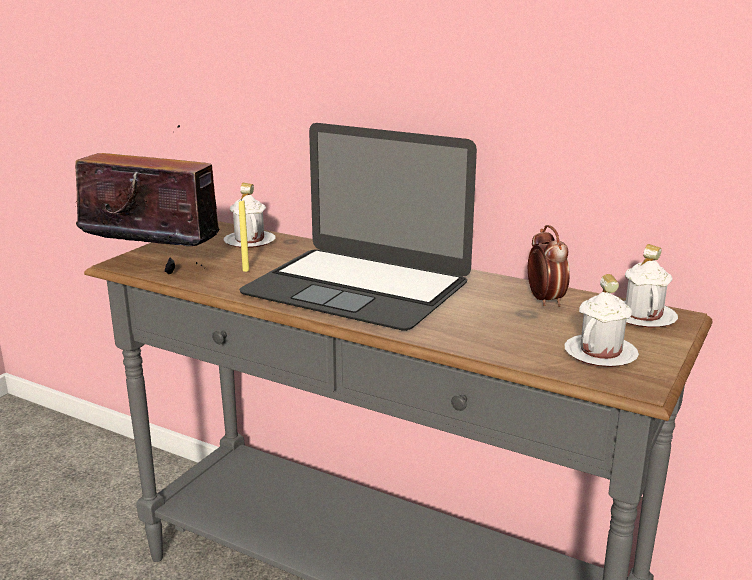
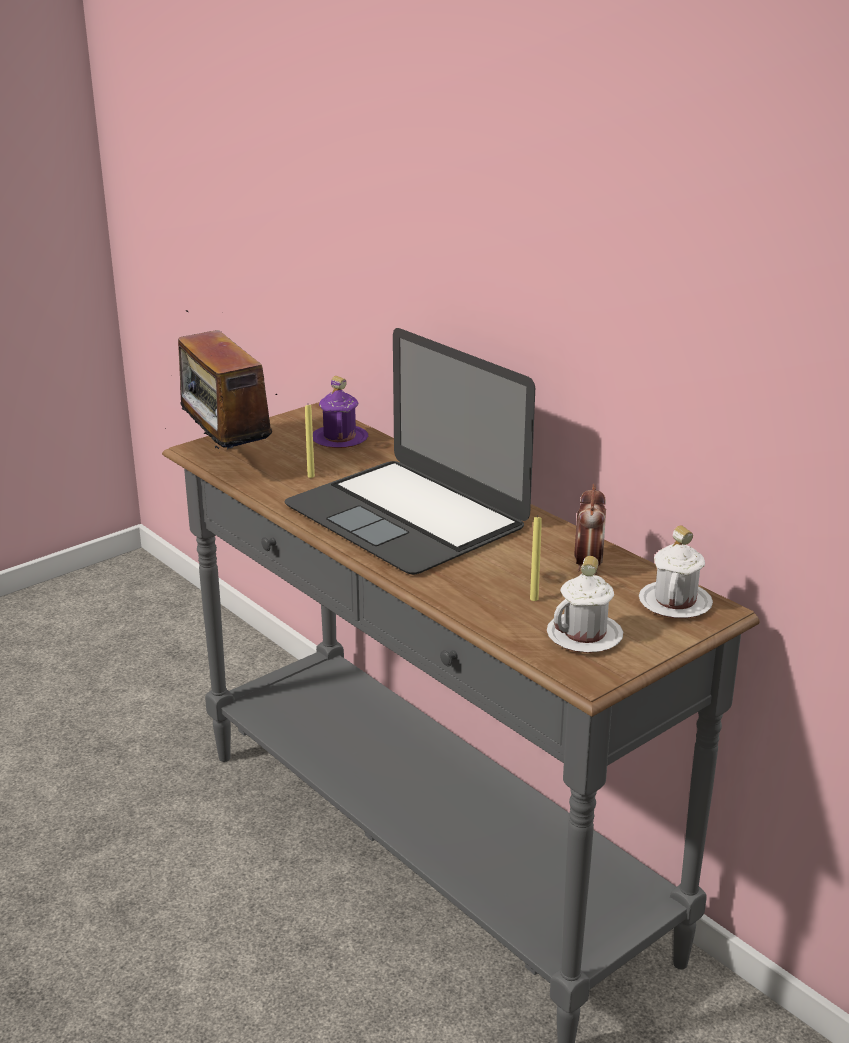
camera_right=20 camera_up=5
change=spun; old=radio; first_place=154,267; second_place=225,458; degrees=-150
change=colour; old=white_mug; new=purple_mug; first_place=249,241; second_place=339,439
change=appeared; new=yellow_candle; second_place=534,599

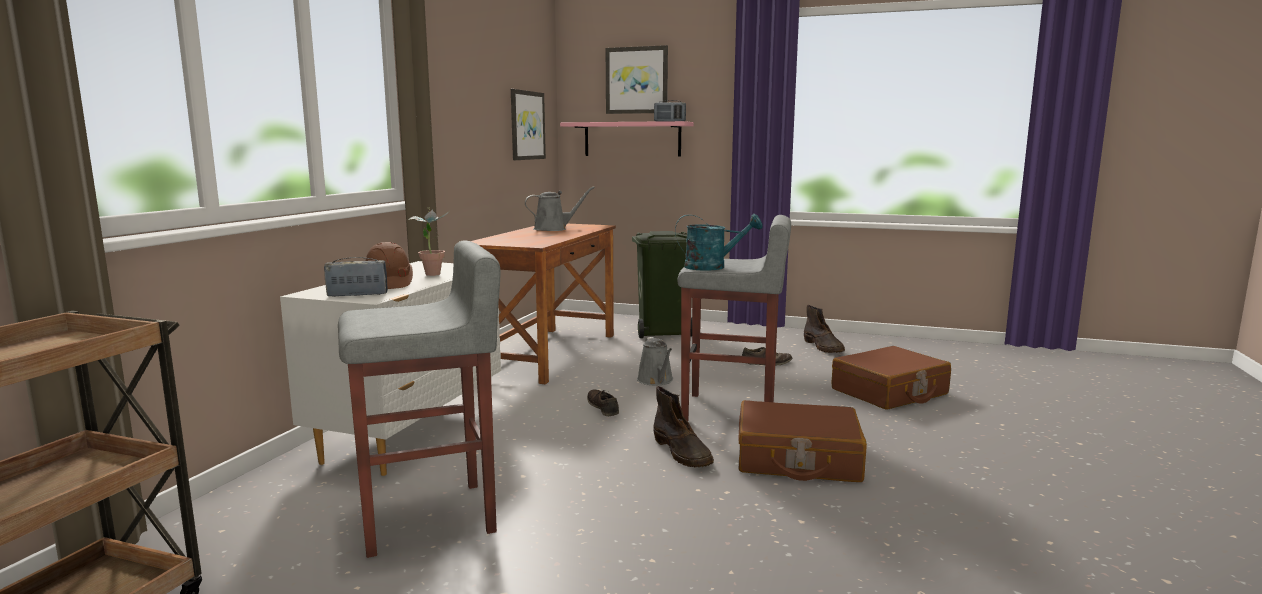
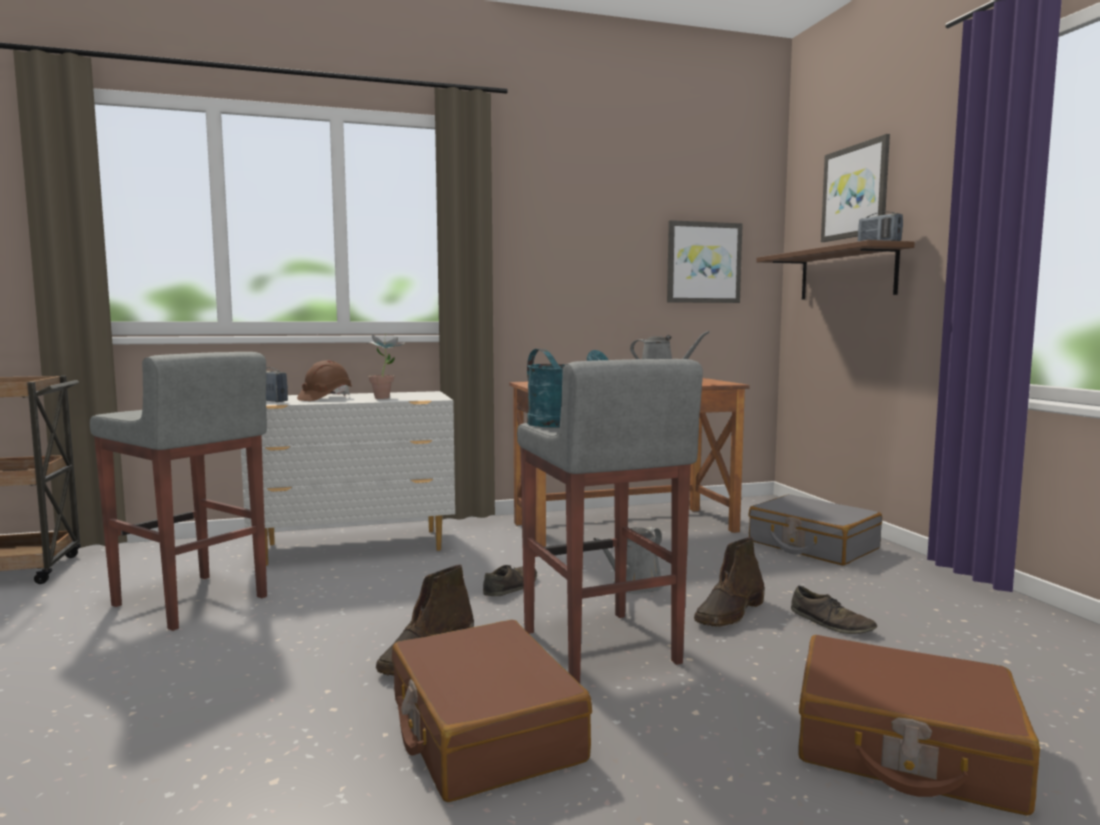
camera_right=55 camera_up=-5
change=relocated; old=brown_boot; first_place=823,347; second_place=730,613
change=exchanged; old=green_trash_can; new=grey_suitcase; first_place=663,332; second_place=812,545
change=colour; old=pink_shelf; new=brown_shelf; first_place=632,139; second_place=847,274

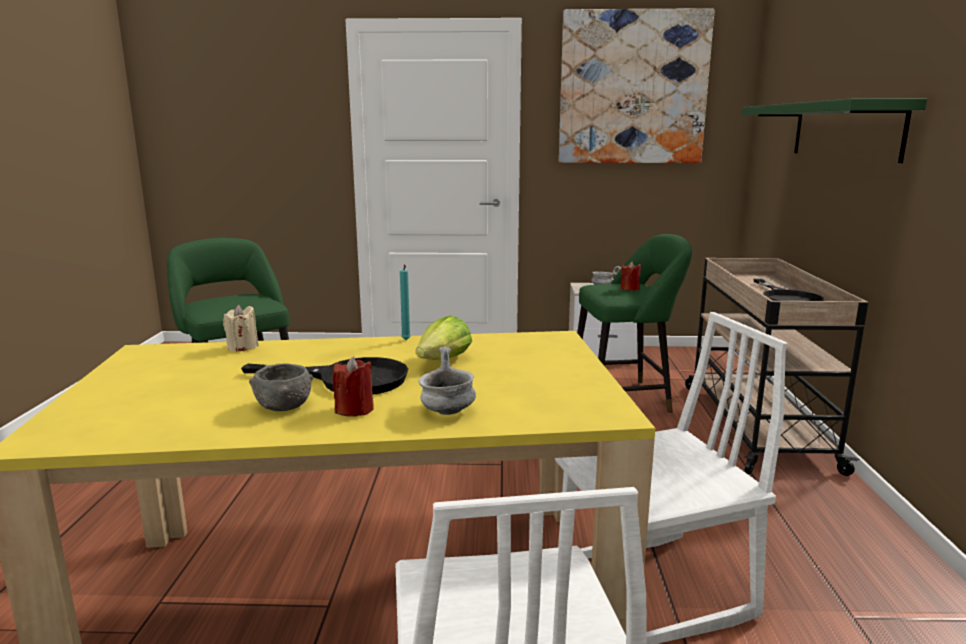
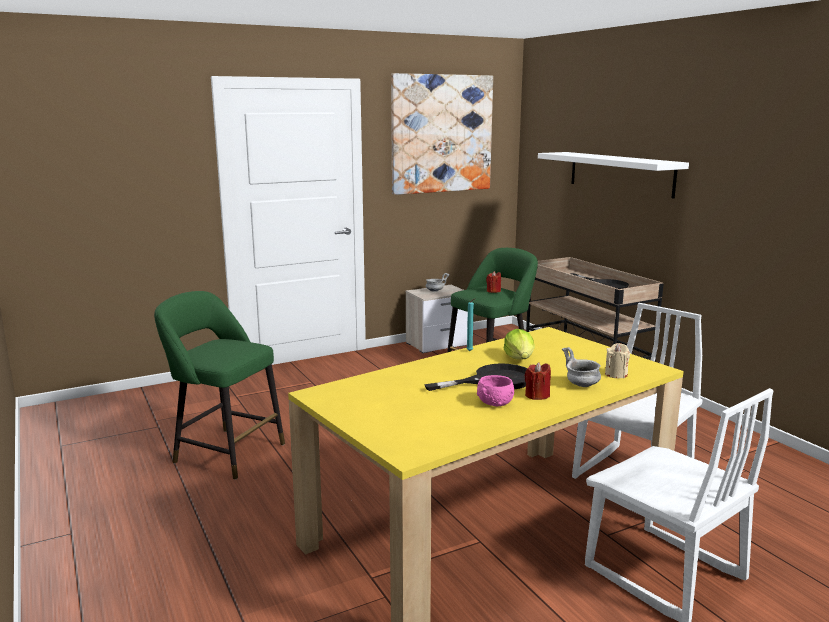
camera_right=-30 camera_up=0
change=colour; old=grey_bowl; new=pink_bowl; first_place=283,405; second_place=495,402
change=colour; old=green_shelf; new=white_shelf; first_place=844,130; second_place=620,173
change=relocated; old=beige_candle; first_place=242,347; second_place=616,374

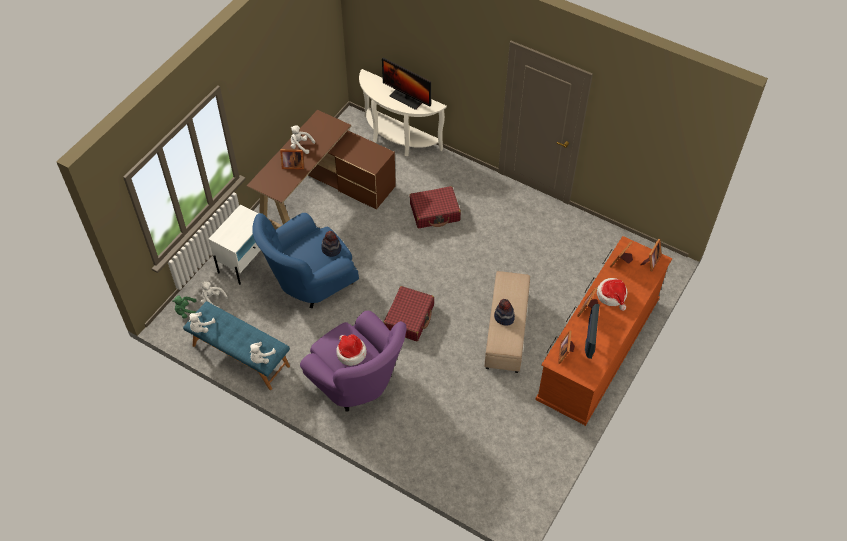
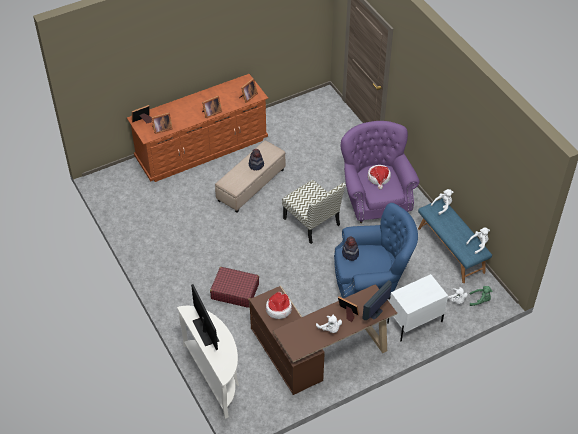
camera_right=-150 camera_up=-5
change=relocated; old=hat; first_place=612,296; second_place=278,308
change=exchanged; old=red_suitcase; new=chair; first_place=409,318; second_place=312,222
change=relocated; old=monitor; first_place=590,345; second_place=375,313

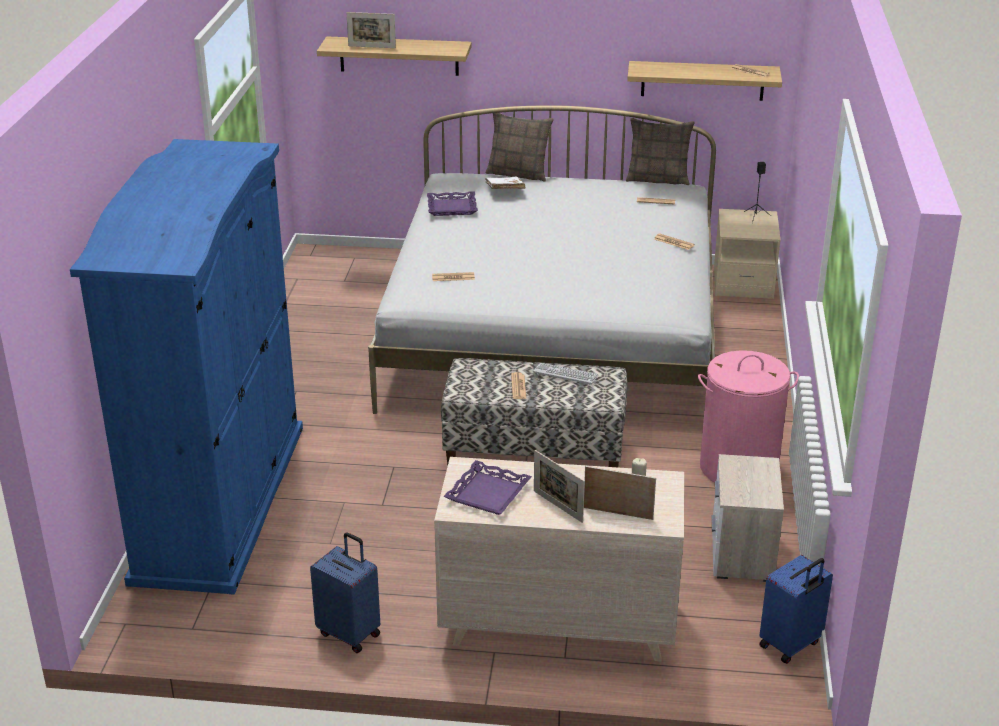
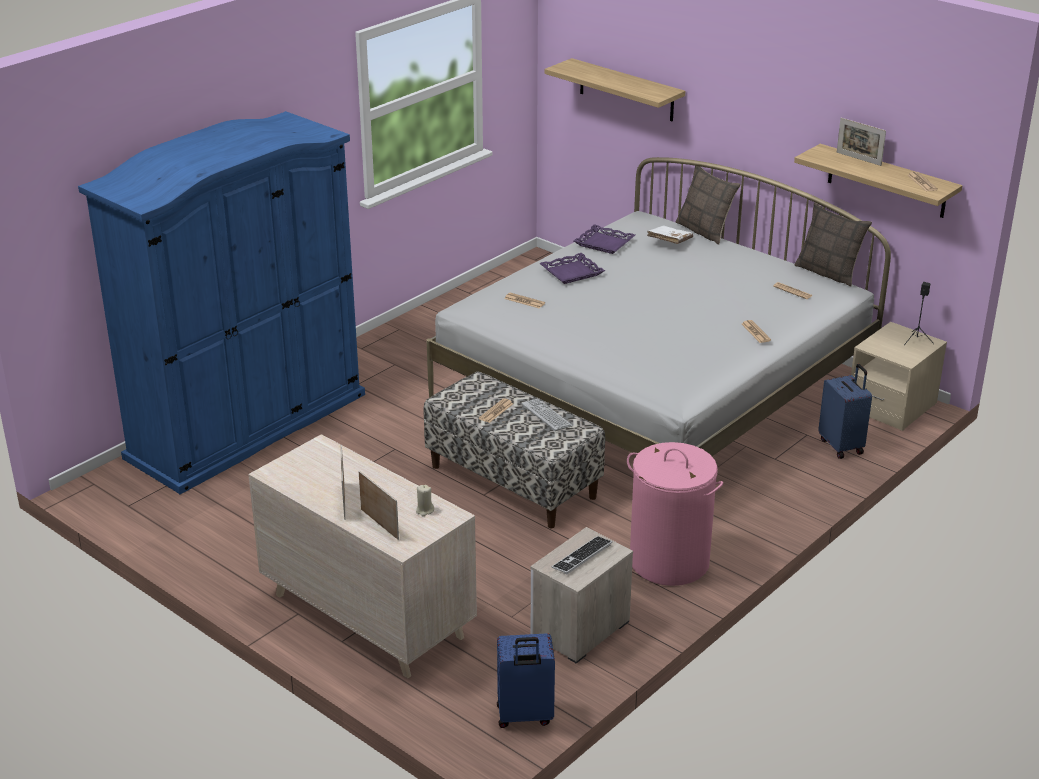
camera_right=35 camera_up=0
change=relocated; old=purple_tray; first_place=488,494; second_place=572,273
change=appeared; new=keyboard; second_place=582,556
change=relocated; old=blue_suitcase; first_place=350,633; second_place=842,446
change=relocated; old=picture_frame; first_place=372,47; second_place=858,159

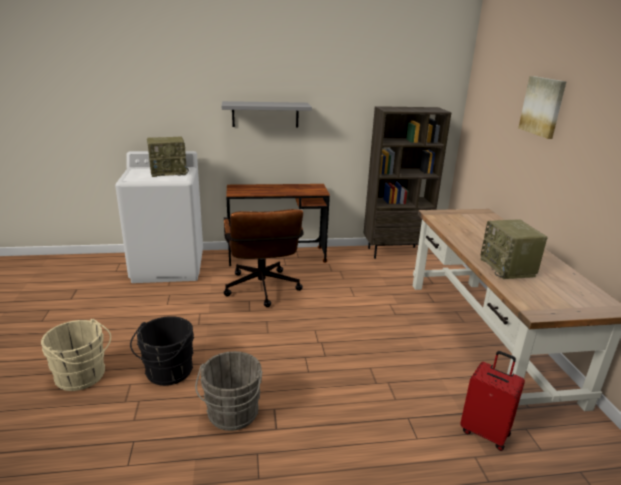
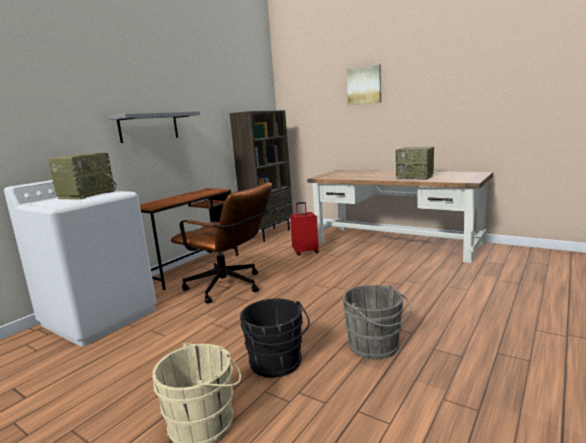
camera_right=-45 camera_up=-10
change=relocated; old=red_suitcase; first_place=485,432; second_place=305,252

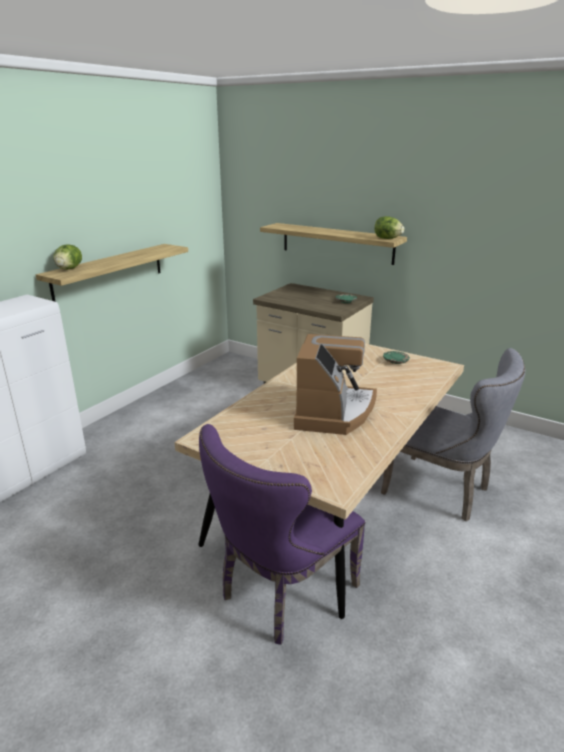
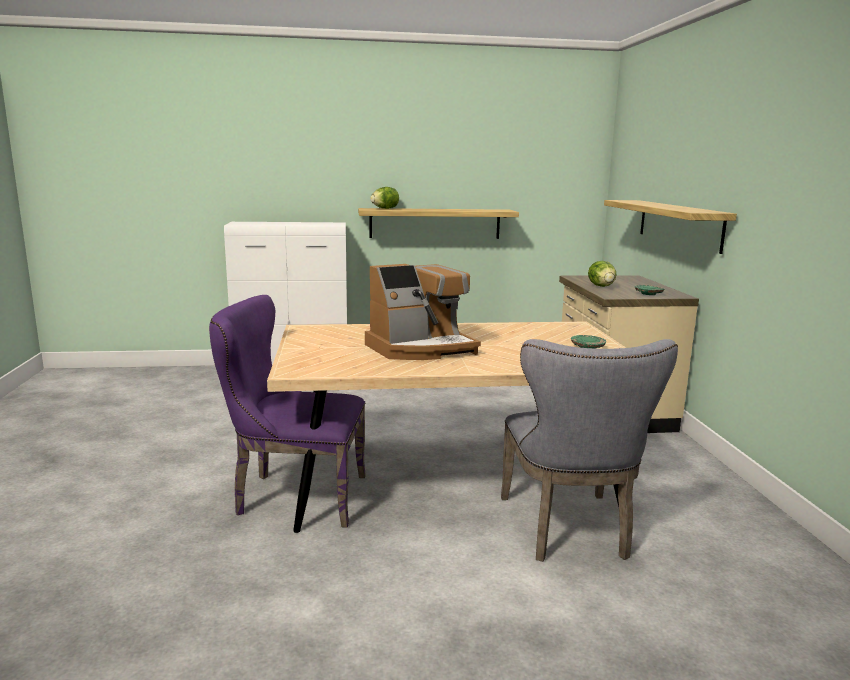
camera_right=50 camera_up=-10
change=relocated; old=lettuce; first_place=387,239; second_place=601,286

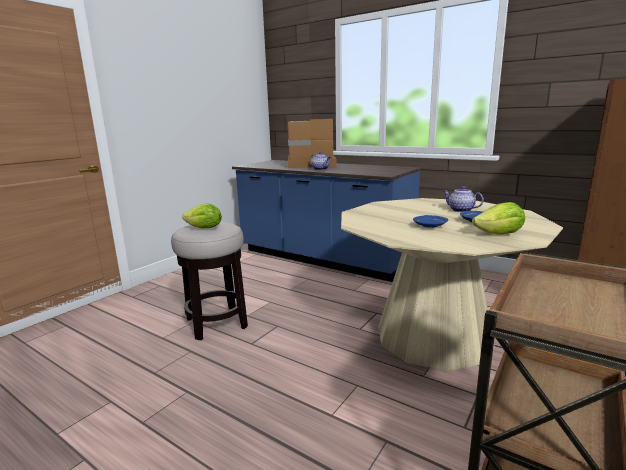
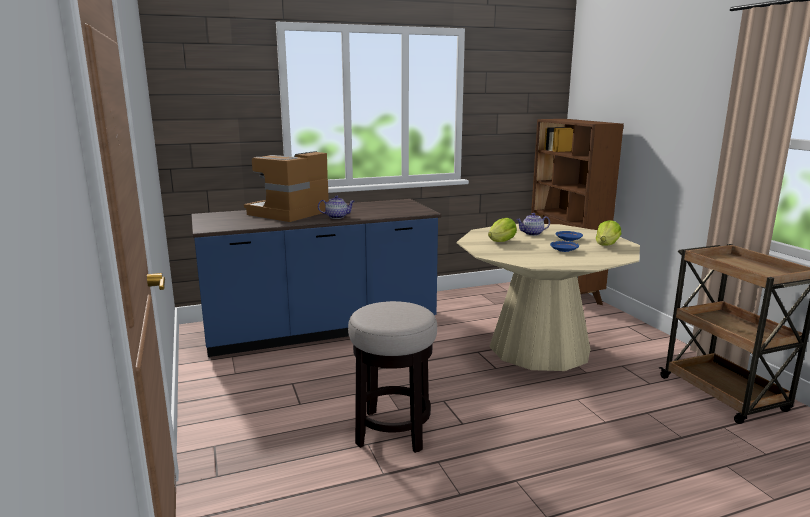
camera_right=-55 camera_up=0
change=relocated; old=lettuce; first_place=204,228; second_place=502,242

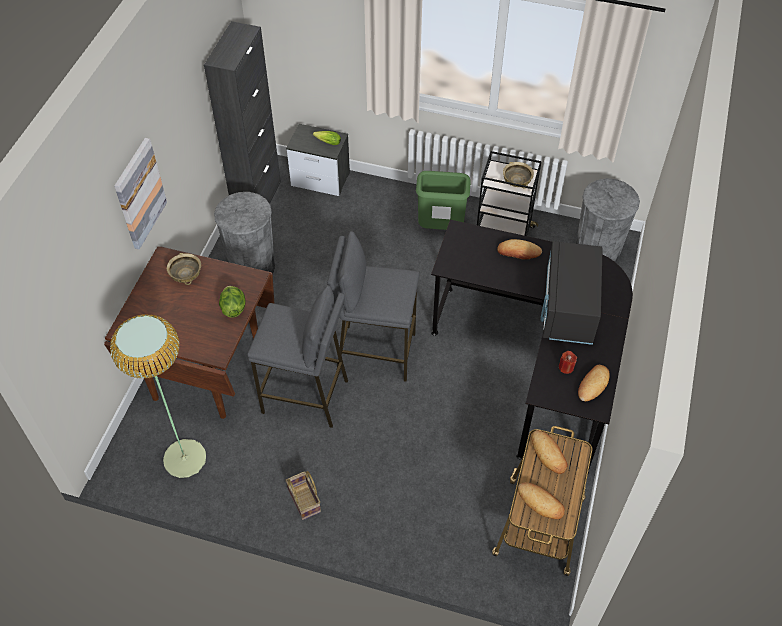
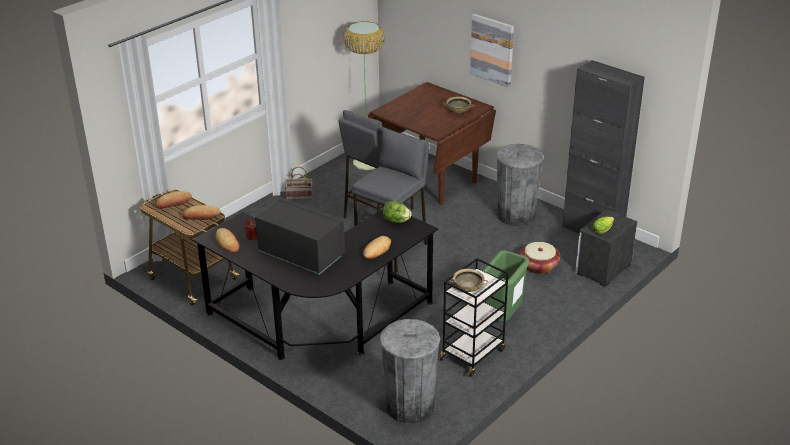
camera_right=115 camera_up=-20
change=relocated; old=lettuce; first_place=233,308; second_place=396,221
change=appeared; new=basket; second_place=539,266

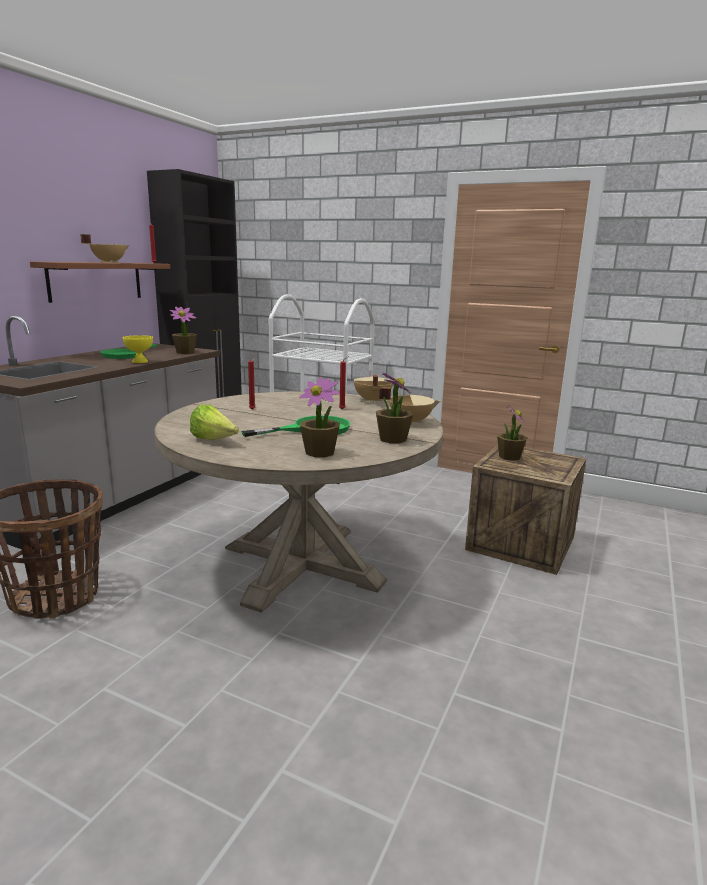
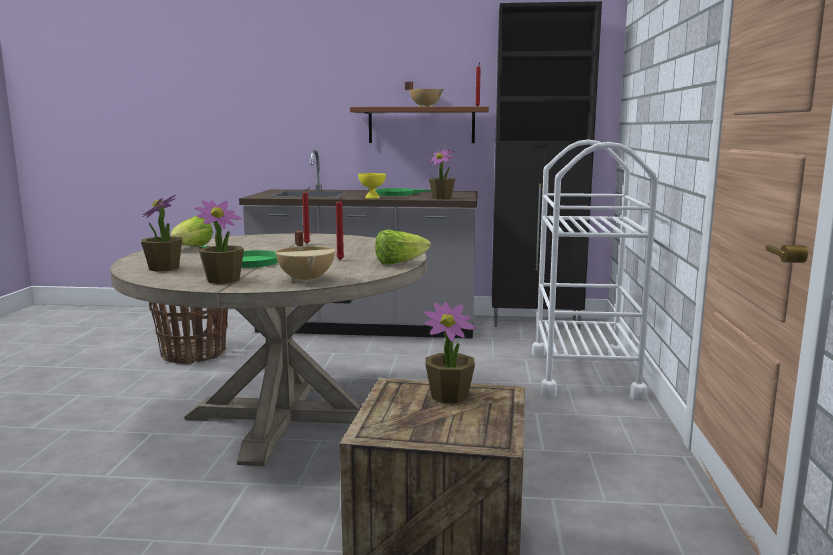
camera_right=70 camera_up=-5
change=exchanged; old=beige_cooking_pot; new=lettuce; first_place=372,400; second_place=399,263

